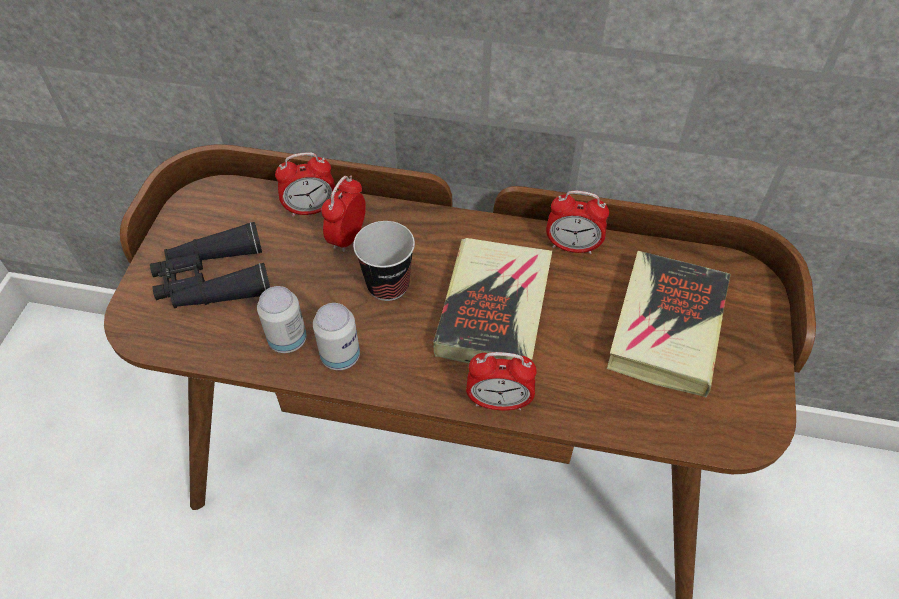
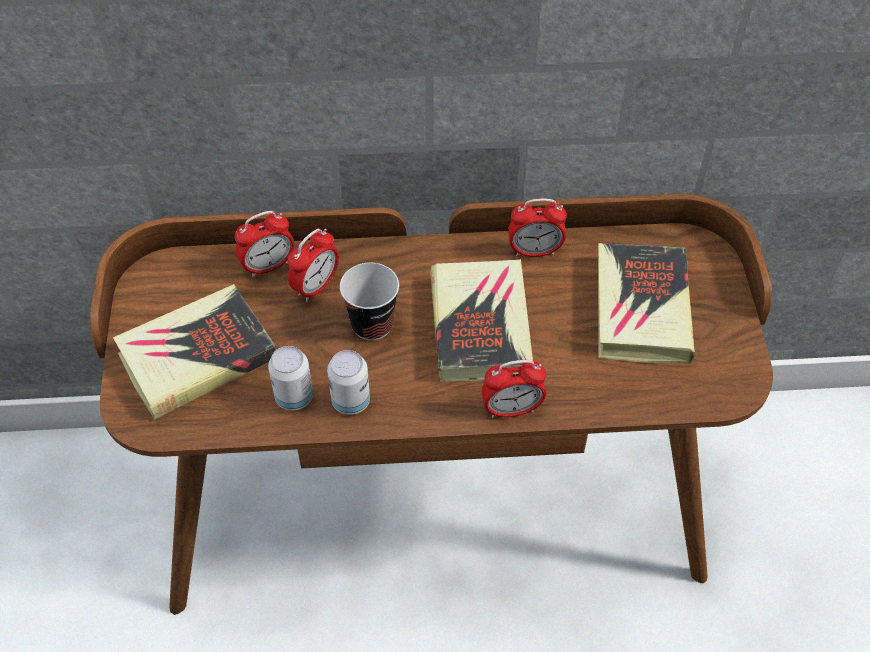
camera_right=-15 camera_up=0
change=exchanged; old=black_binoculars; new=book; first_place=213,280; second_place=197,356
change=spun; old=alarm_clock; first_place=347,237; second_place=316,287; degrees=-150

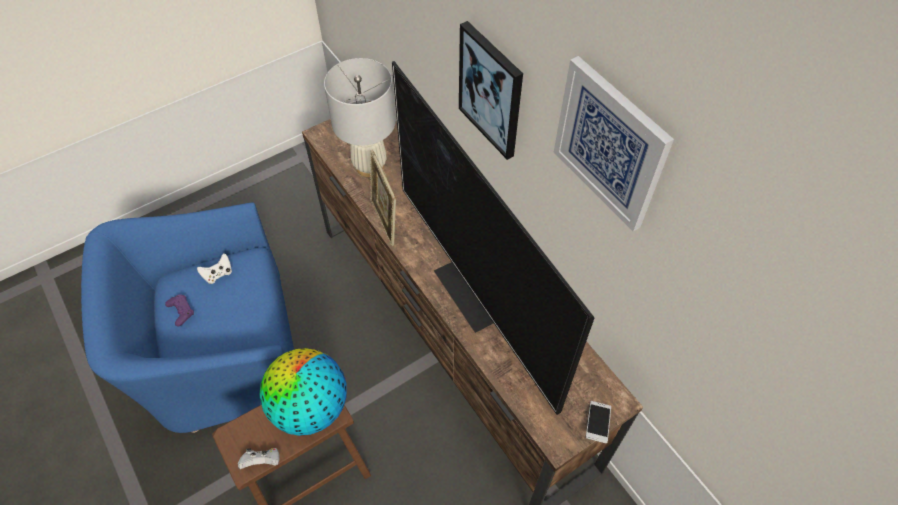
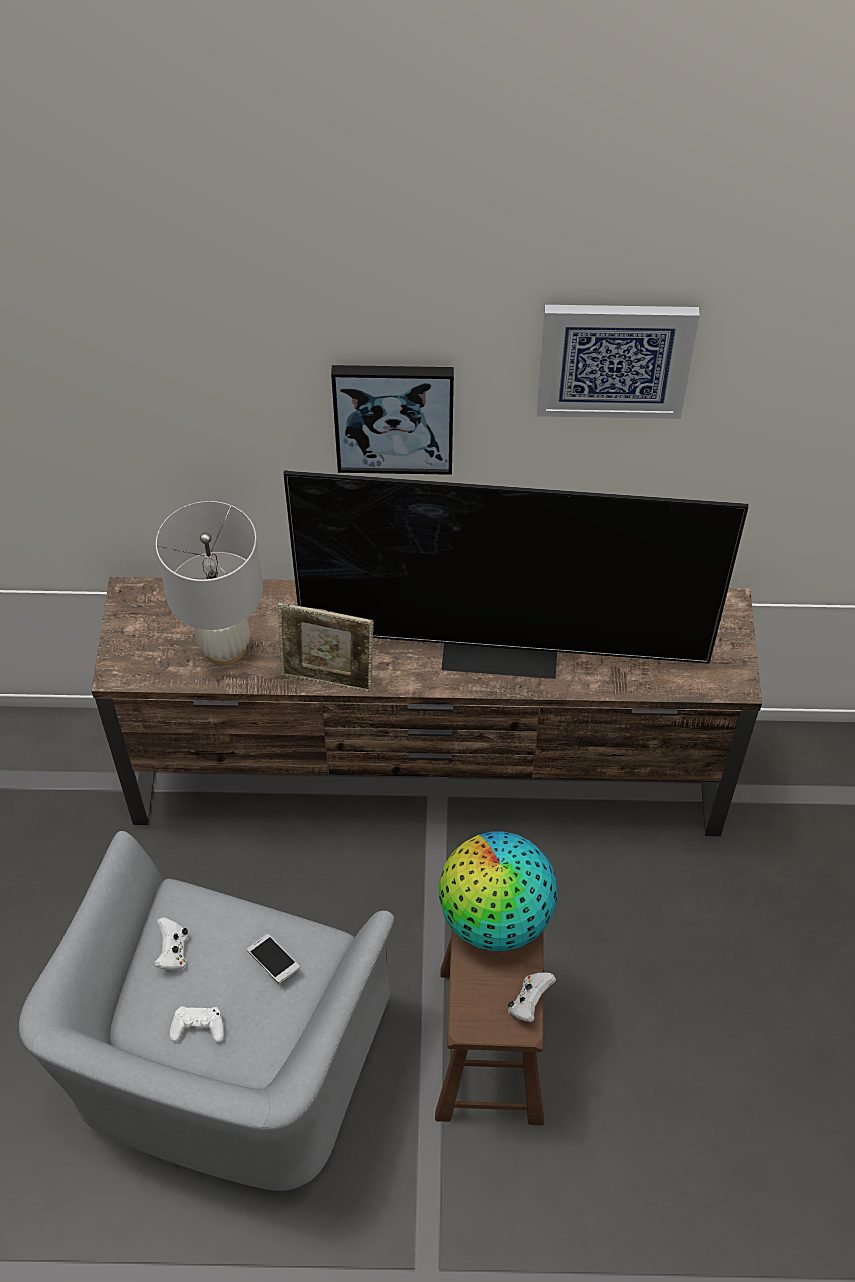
camera_right=-55 camera_up=0
change=colour; old=blue_armchair; new=grey_armchair; first_place=222,353; second_place=227,1064
change=colour; old=purple_game_controller; new=white_game_controller; first_place=181,311; second_place=198,1027
change=relocated; old=phone; first_place=597,424; second_place=274,962

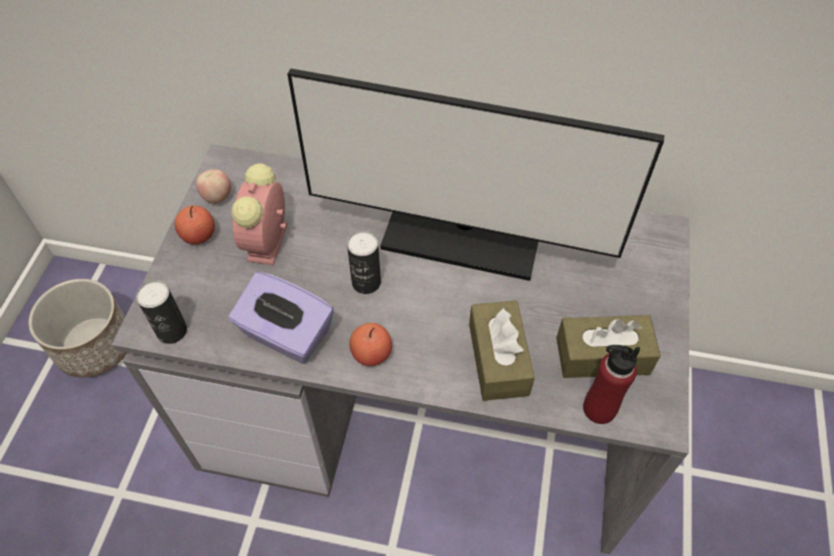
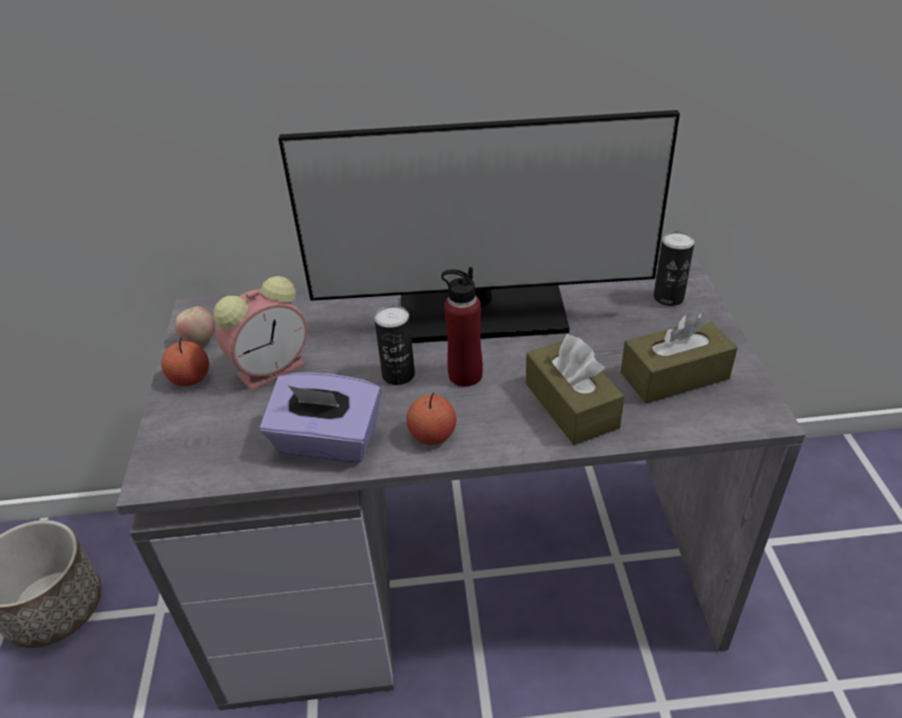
camera_right=-15 camera_up=-15
change=spun; old=alarm_clock; first_place=267,244; second_place=273,368; degrees=-120
change=relocated; old=red_bottle; first_place=599,408; second_place=465,375
change=relocated; old=can; first_place=172,331; second_place=668,297

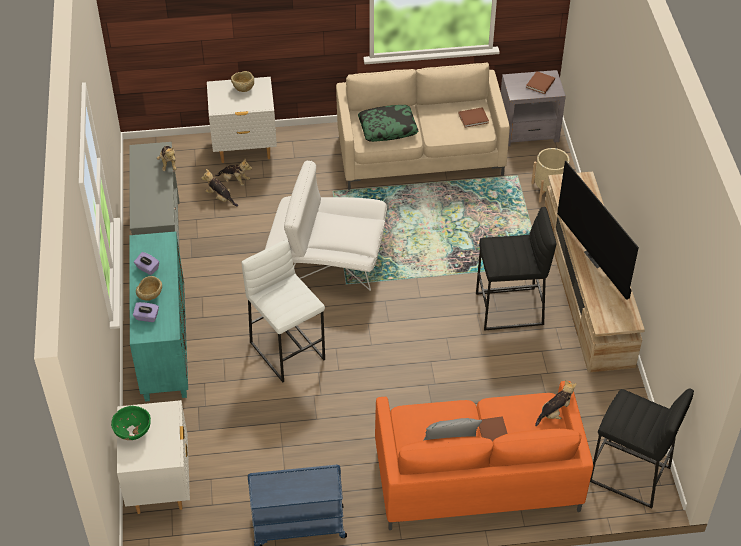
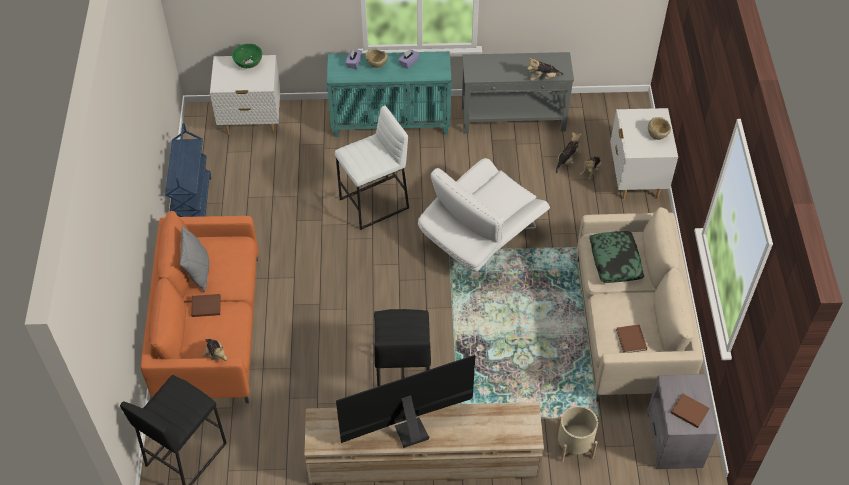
camera_right=95 camera_up=5
change=spun; old=white_armchair; first_place=327,260; second_place=480,237; degrees=-150

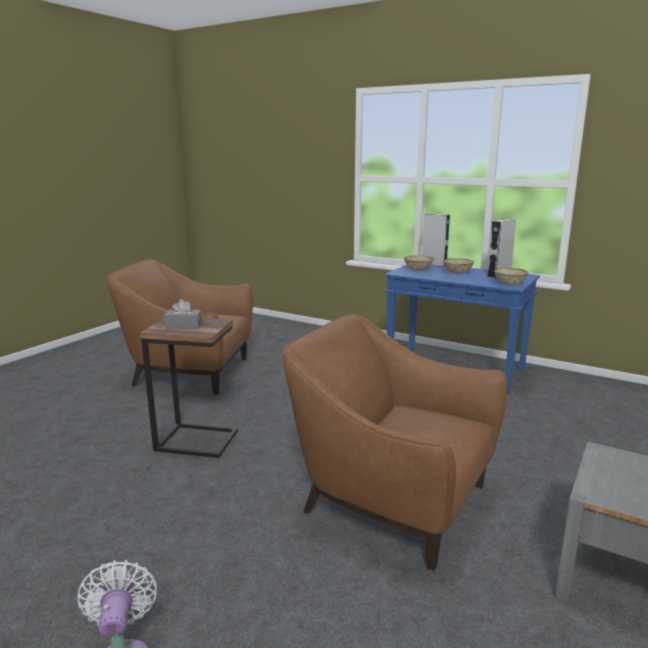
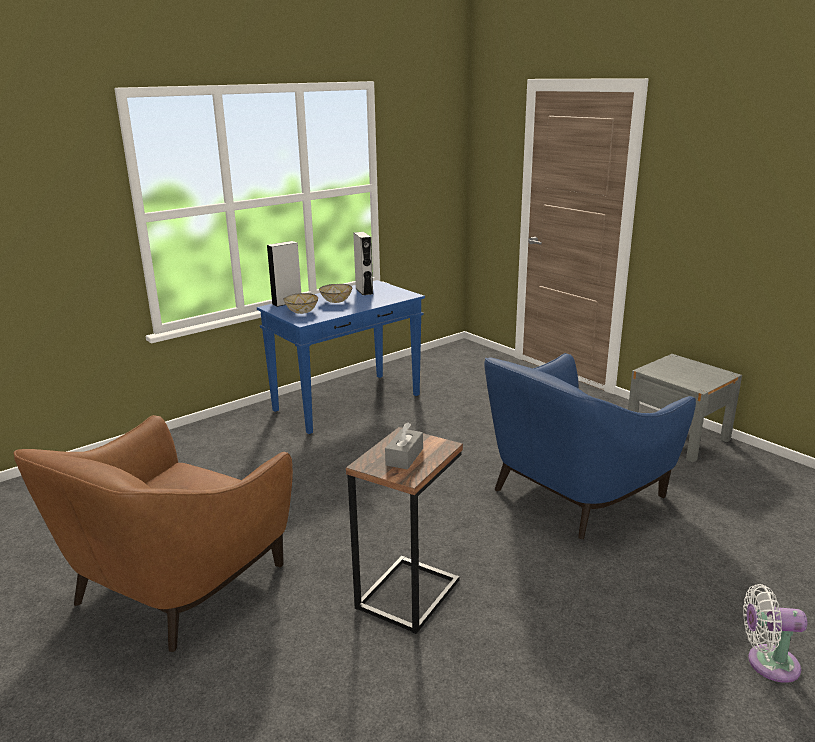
camera_right=-70 camera_up=5
change=colour; old=brown_armchair; new=blue_armchair; first_place=392,500; second_place=574,492
change=missing; old=bowl; first_place=510,284

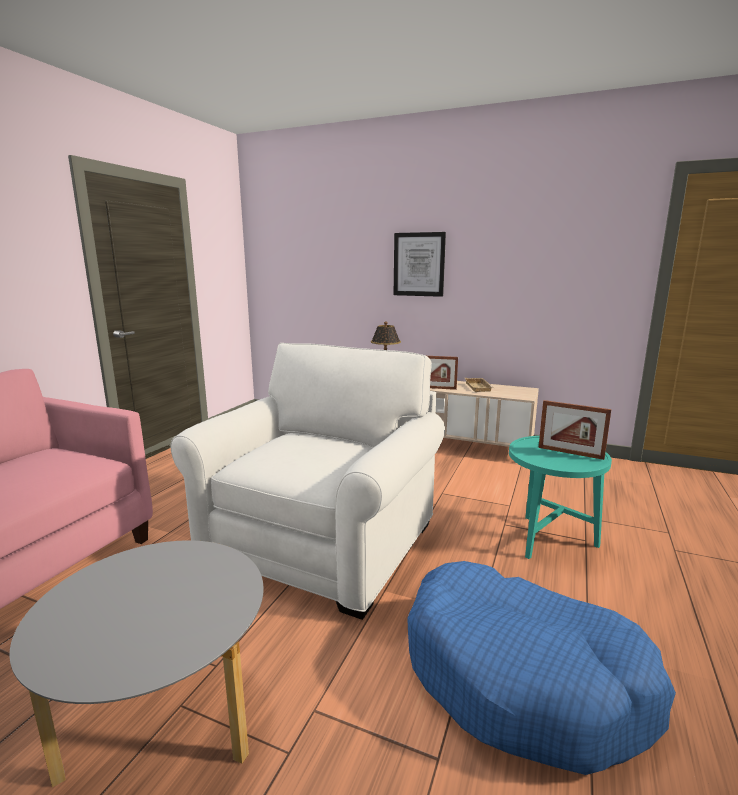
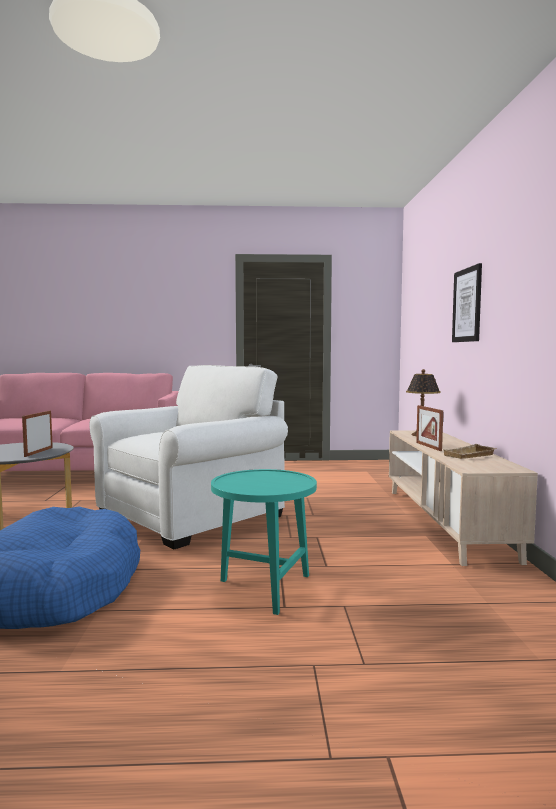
camera_right=65 camera_up=-10
change=relocated; old=picture_frame; first_place=570,453; second_place=39,452
change=spun; old=white_armchair; first_place=322,543; second_place=190,515; degrees=-45

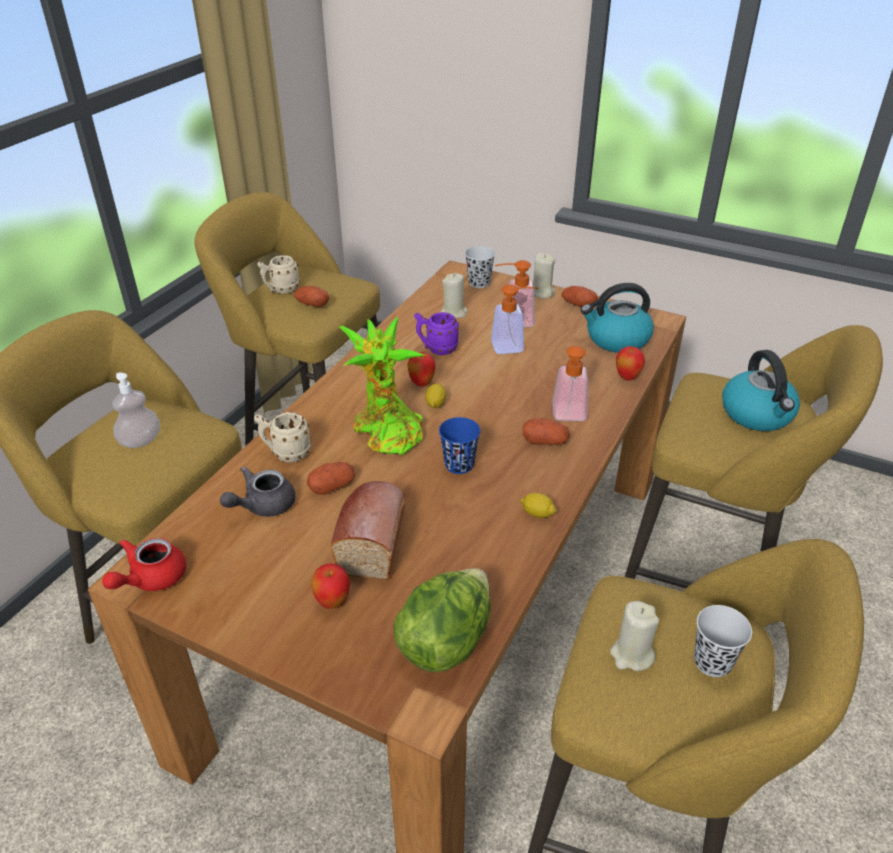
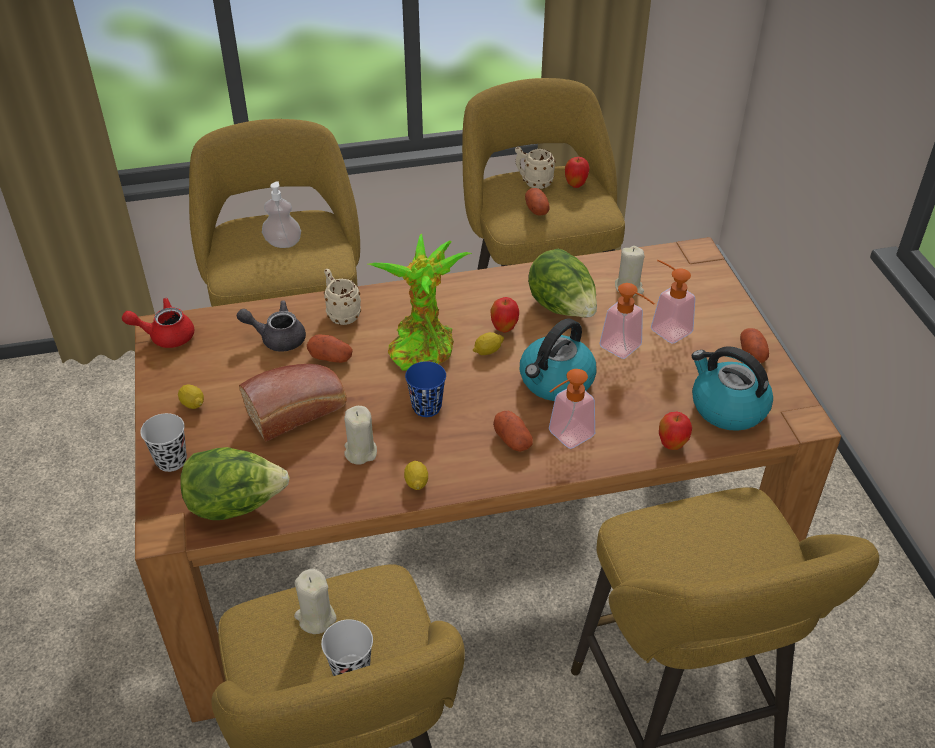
camera_right=50 camera_up=5
change=relocated; old=black_cup; first_place=479,283; second_place=171,461
change=appeared; new=lemon; second_place=192,404
change=relocated; old=beige_candle; first_place=541,292; second_place=360,452
change=relocated; old=kettle; first_place=757,414; second_place=556,381
change=exchanged; old=purple_mug; new=lettuce; first_place=436,348; second_place=562,308
change=relocated; old=apple; first_place=333,602; second_place=575,185

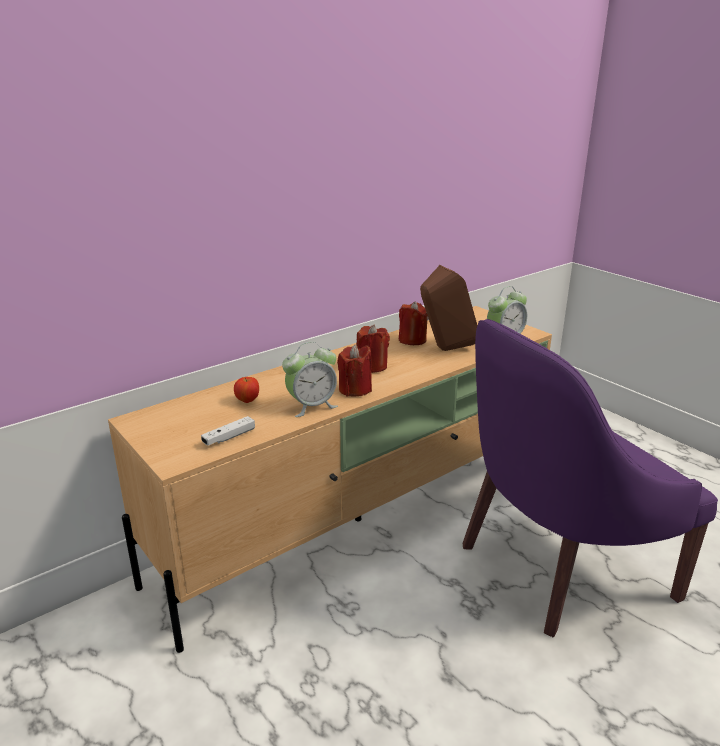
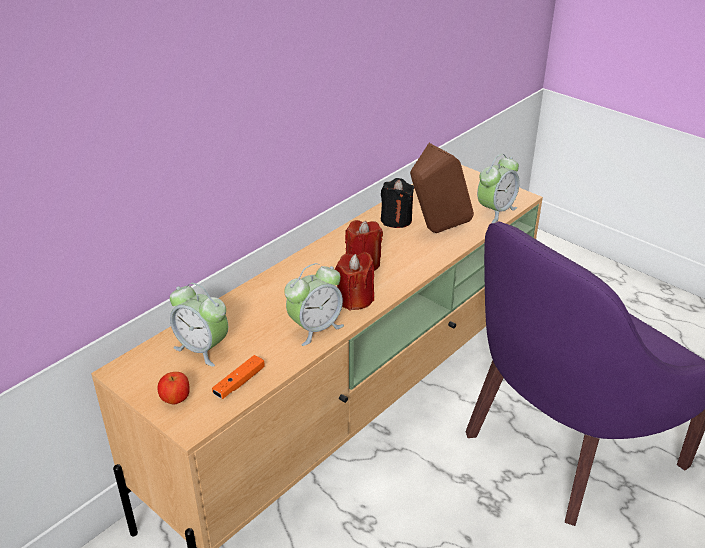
camera_right=-10 camera_up=10
change=relocated; old=apple; first_place=247,401; second_place=176,399
change=appeared; new=alarm_clock; second_place=202,348
change=colour; old=white_game_controller; new=orange_game_controller; first_place=229,437; second_place=239,383
change=colour; old=red_candle; new=black_candle; first_place=412,340; second_place=396,220

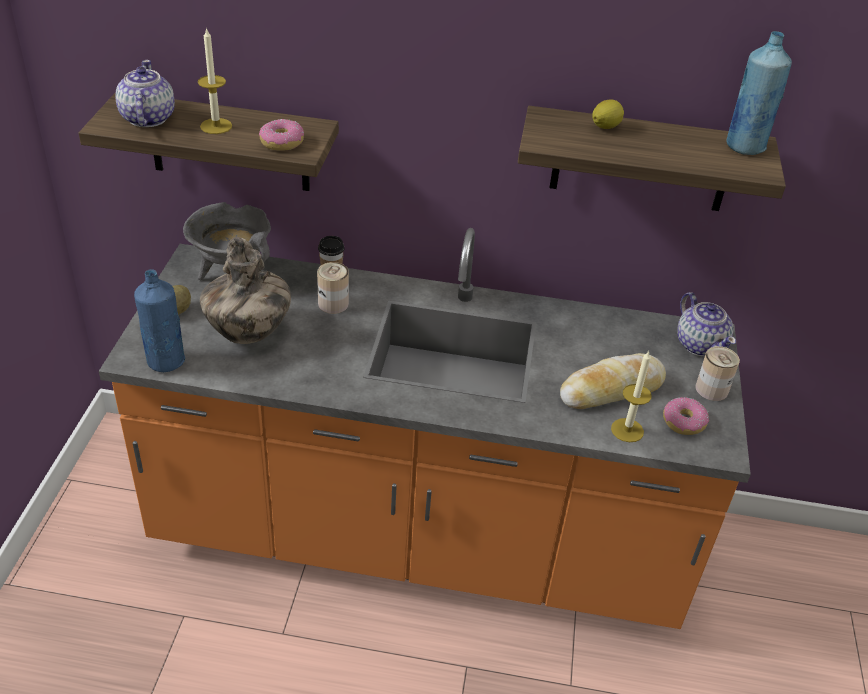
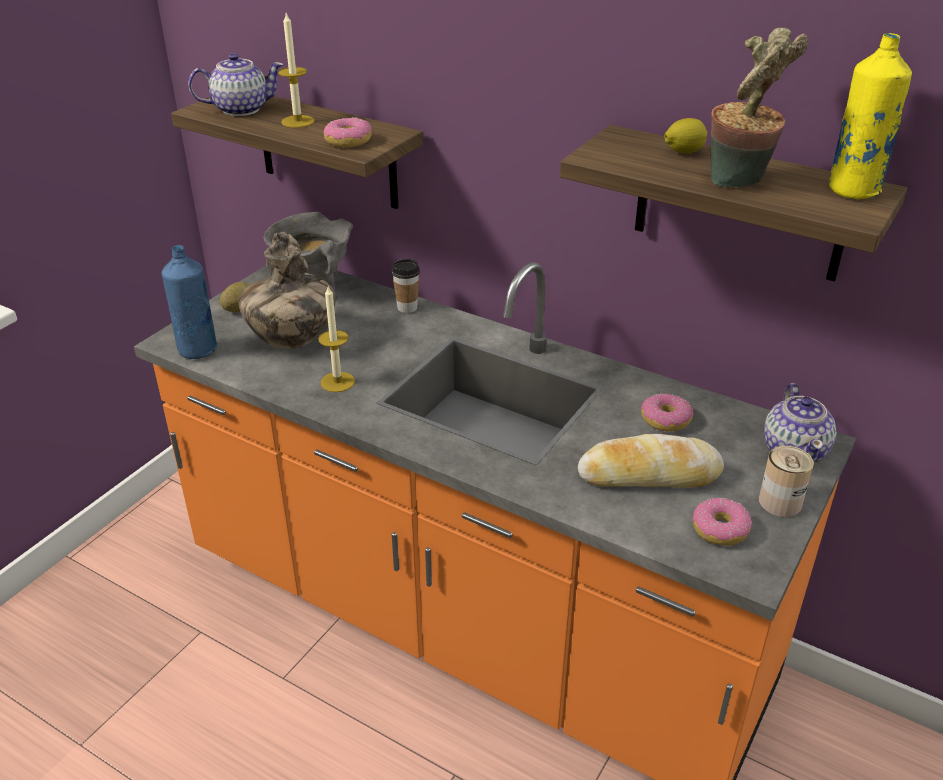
camera_right=25 camera_up=-5
change=spun; old=teapot; first_place=147,119; second_place=240,109; degrees=60
change=relocated; old=candle; first_place=627,430; second_place=337,382
change=appeared; new=donut; second_place=666,419
change=appeared; new=potted_plant; second_place=740,183
change=colour; old=blue_bottle; new=yellow_bottle; first_place=744,146; second_place=853,190
change=missing; old=can; first_place=333,304

